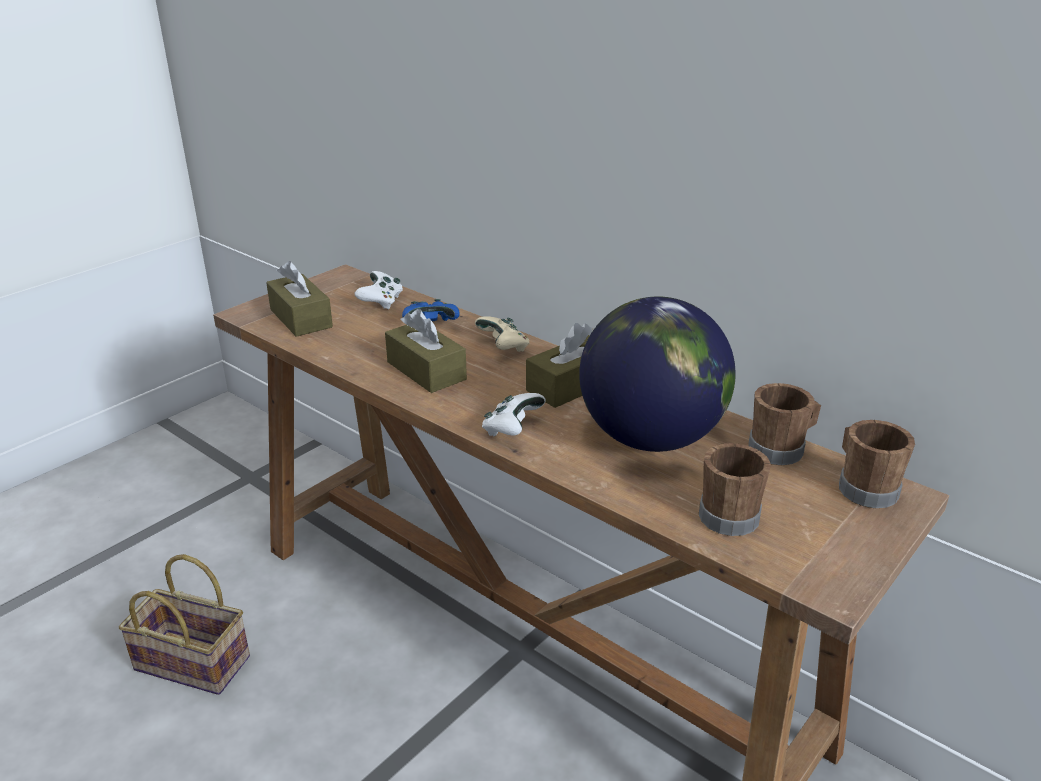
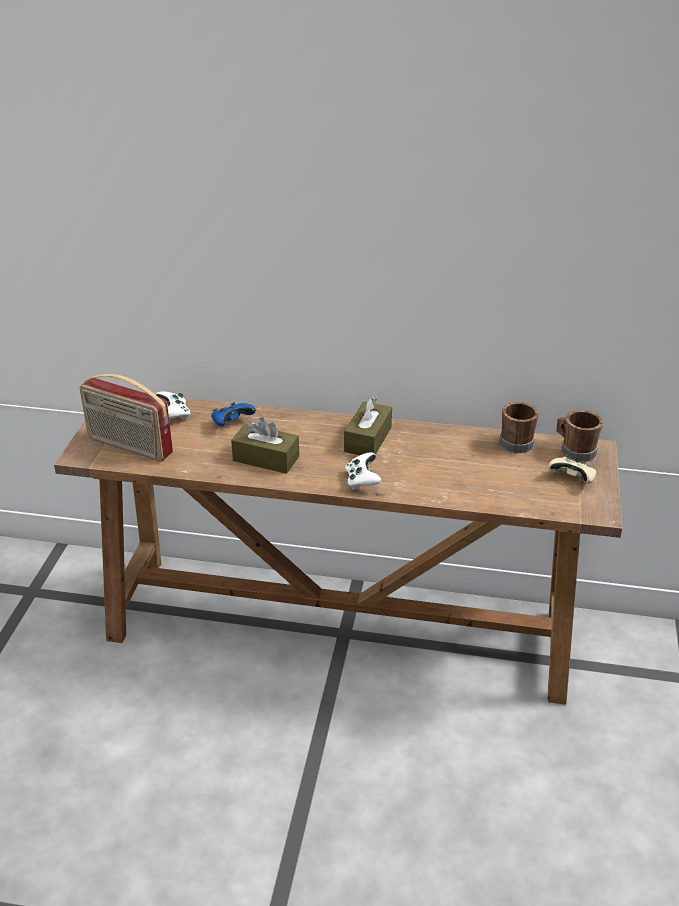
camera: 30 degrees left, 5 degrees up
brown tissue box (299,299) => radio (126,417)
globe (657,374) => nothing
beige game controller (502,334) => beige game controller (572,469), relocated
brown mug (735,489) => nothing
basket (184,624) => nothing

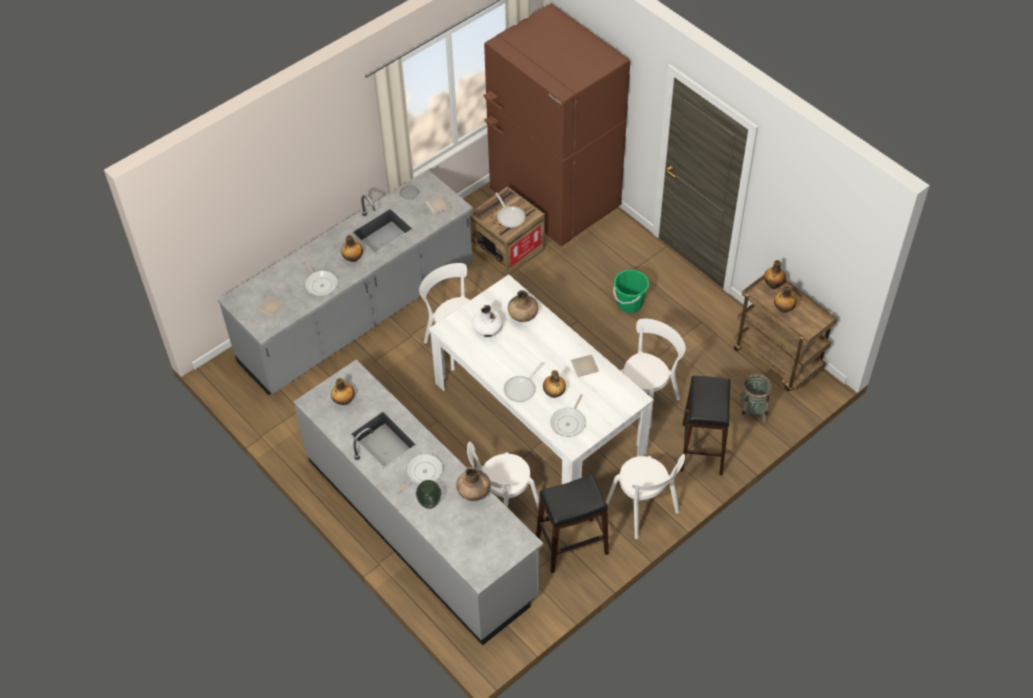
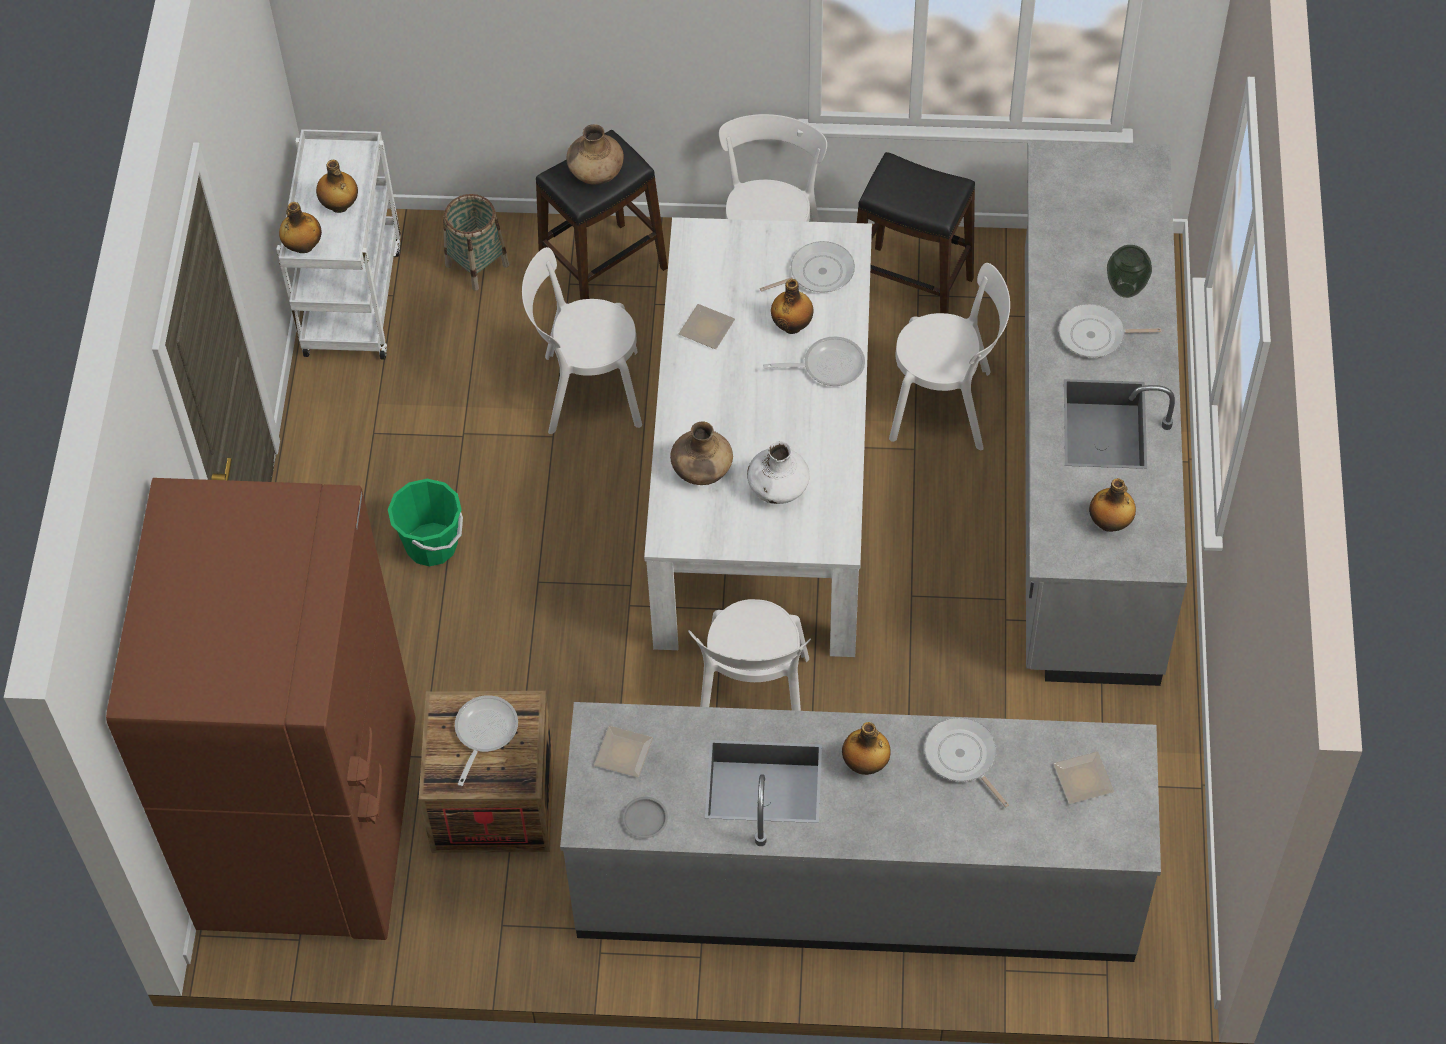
camera: 135 degrees left, 5 degrees up
frying pan (321,279) => frying pan (966,762), 45 degrees counterclockwise
brown cart (785,333) => white cart (338,244)
brown vase (473,484) => brown vase (595,154), relocated

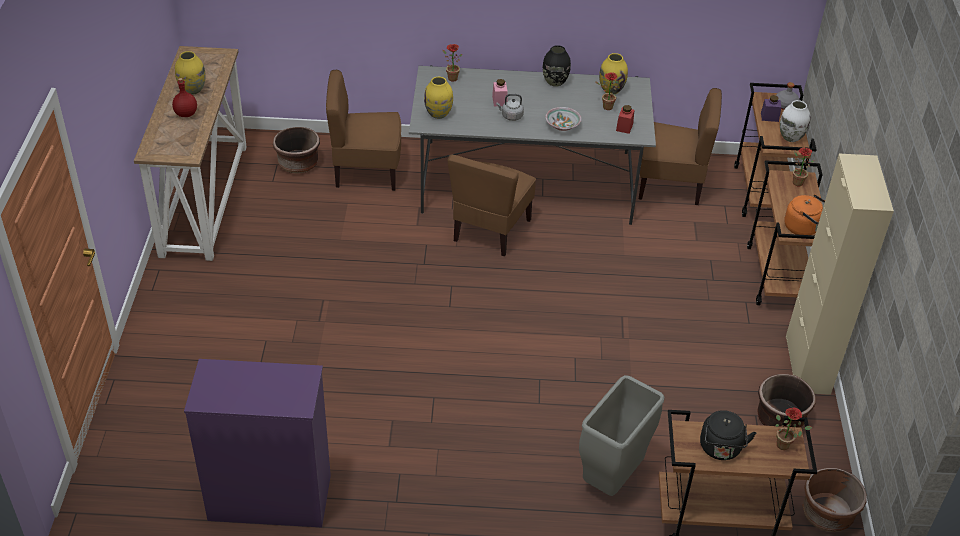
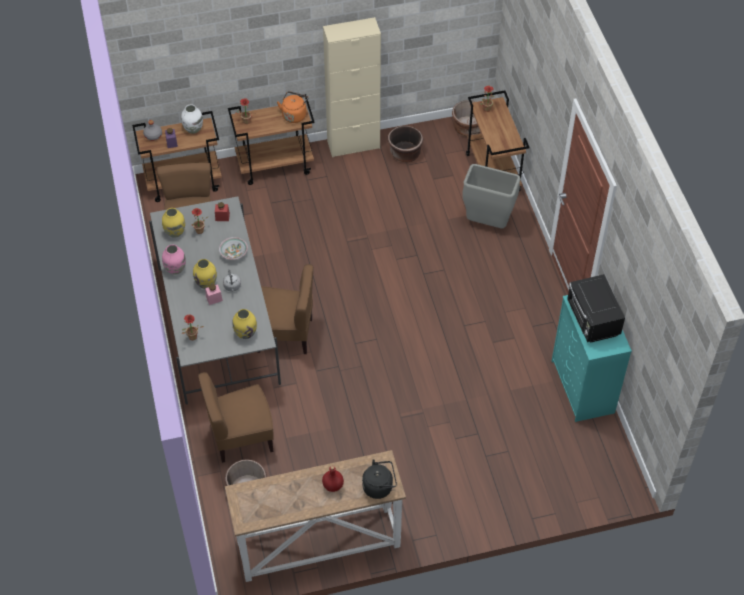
camera: 105 degrees left, 10 degrees up
black vase (557,66) => pink vase (174,259)
yellow vase (190,73) => yellow vase (205,274), relocated
brown chair (363,130) => brown chair (236,417), 90 degrees clockwise
purple dresser (257,443) => turquoise dresser (592,358)
black kettle (728,435) => black kettle (379,479), relocated
nothing => black microwave (596,308)

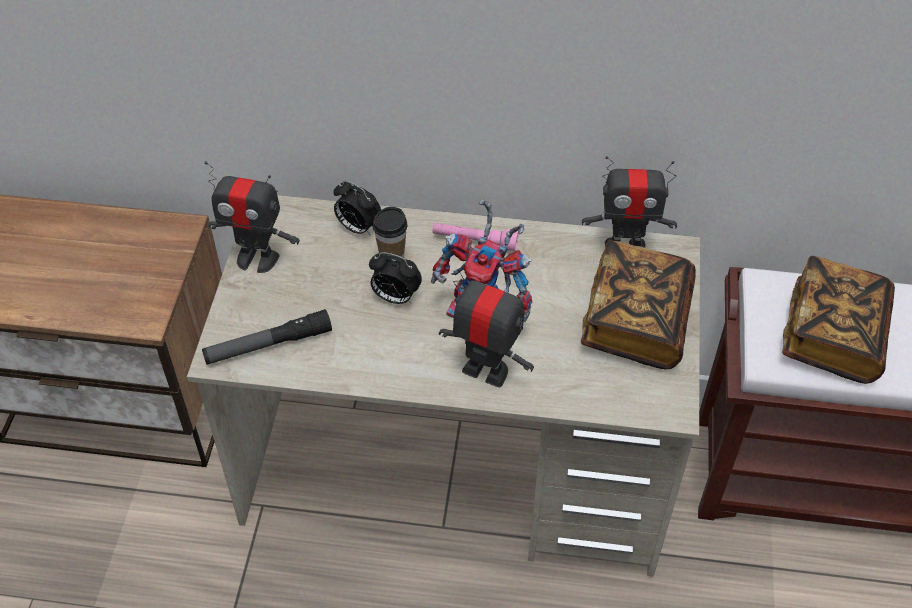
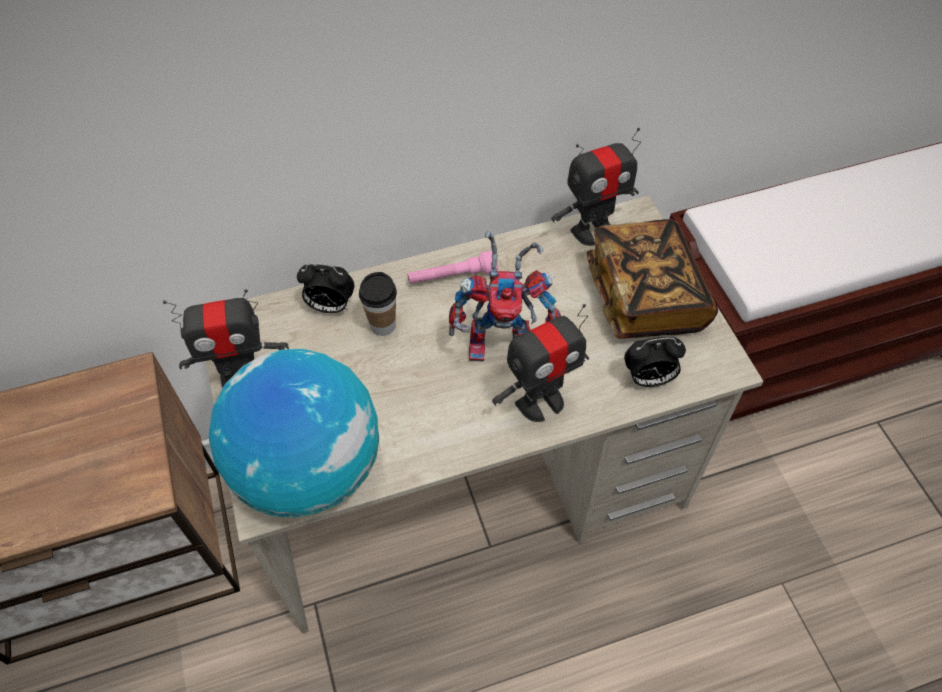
camera: 25 degrees left, 5 degrees up
alarm clock (395,278) => alarm clock (655,362), relocated
book (838,320) => nothing
toy robot (486,328) => toy robot (540,363), 150 degrees clockwise
flashlight (267,336) => globe (294,433)

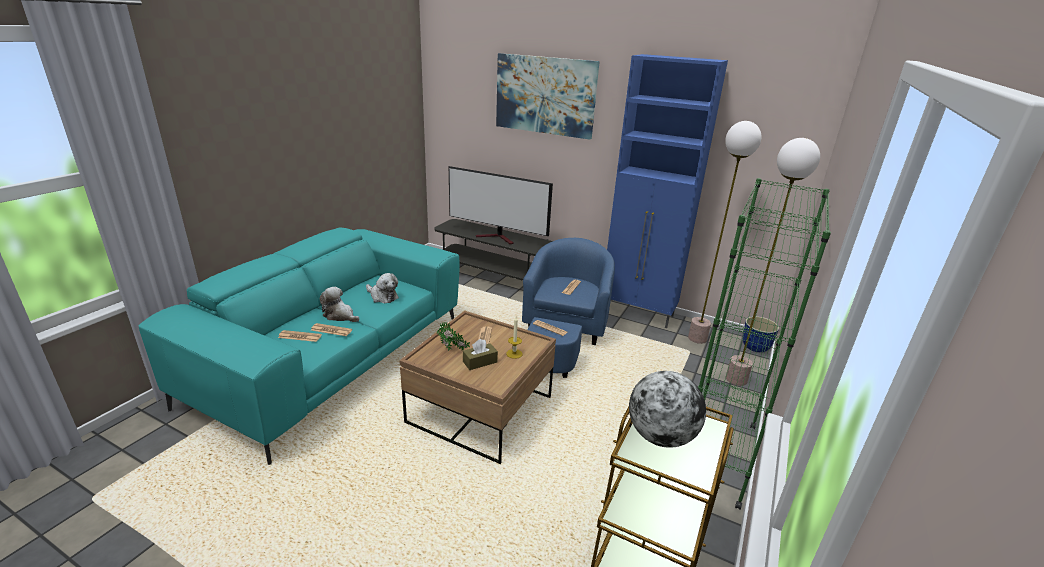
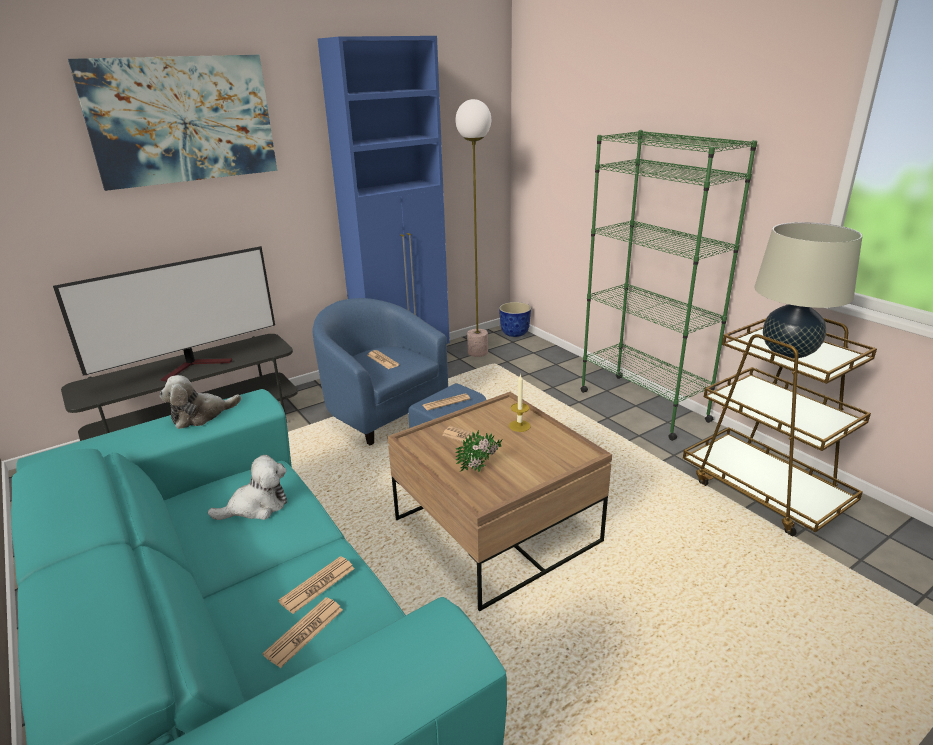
camera: 60 degrees left, 0 degrees up
floor lamp (773,262) => nothing
plush toy (339,304) => plush toy (200,402), relocated
brown tissue box (480,354) => nothing
globe (667,409) => beige table lamp (808,290)

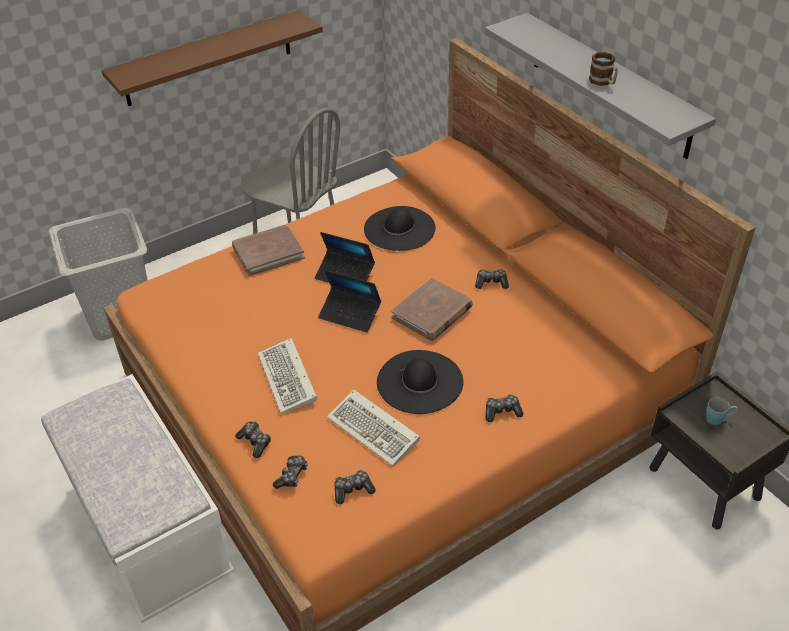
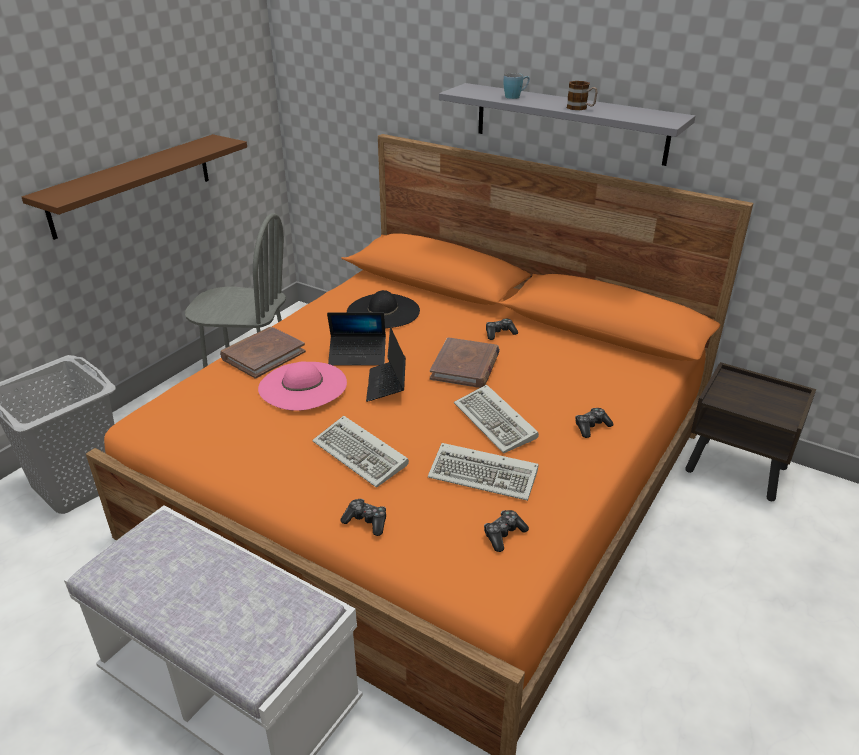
camera: 25 degrees left, 10 degrees down
laptop (349,301) => laptop (386,364), 90 degrees clockwise
black hat (420,382) => keyboard (496,419)
blue mug (721,411) => blue mug (517,86), relocated
game controller (290,472) => nothing
nothing => pink hat (302,386)

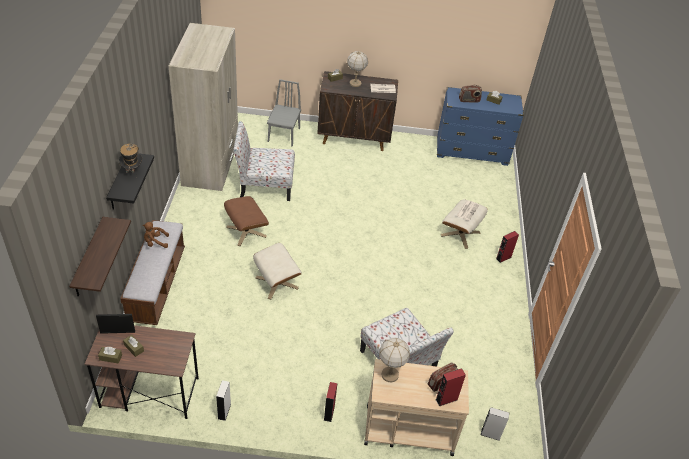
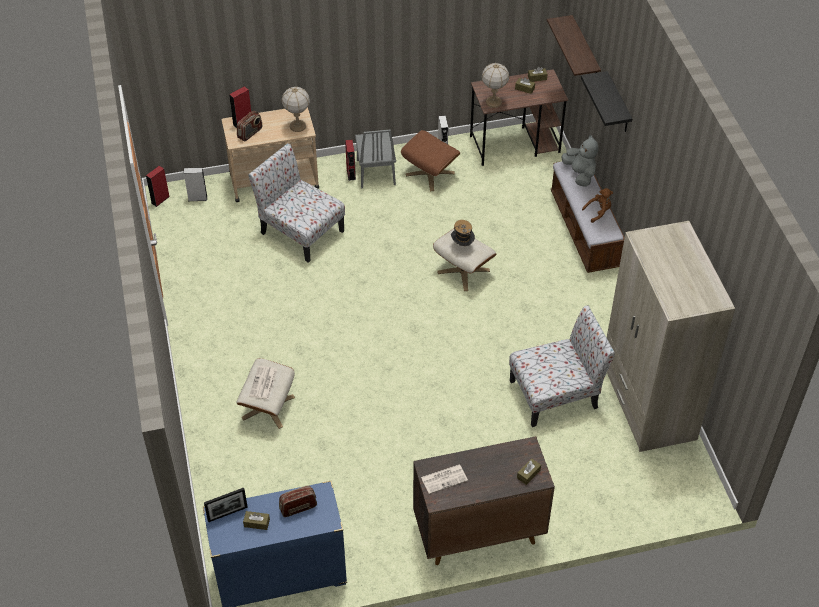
camera: 165 degrees right, 5 degrees up
table lamp (357,69) => table lamp (495,85), relocated
grey chair (284,113) => grey chair (375,159), relocated
hat (130,160) => hat (463,233), relocated
brown ottoman (246,221) => brown ottoman (430,160), relocated
red speaker (507,247) => red speaker (158,186), relocated
picture frame (115,324) => picture frame (226,505), relocated
nothing => grey plush toy (579,161)

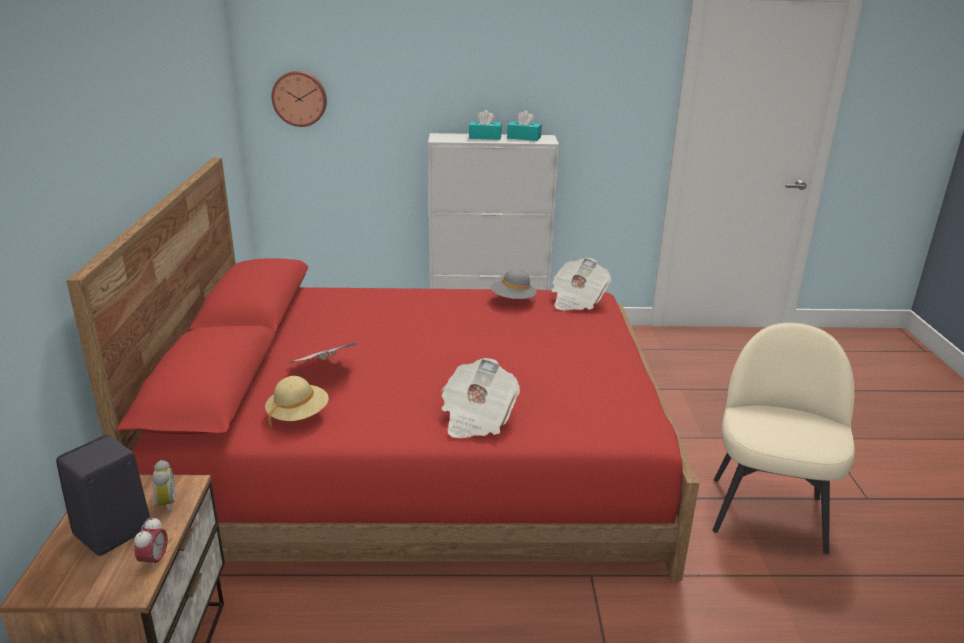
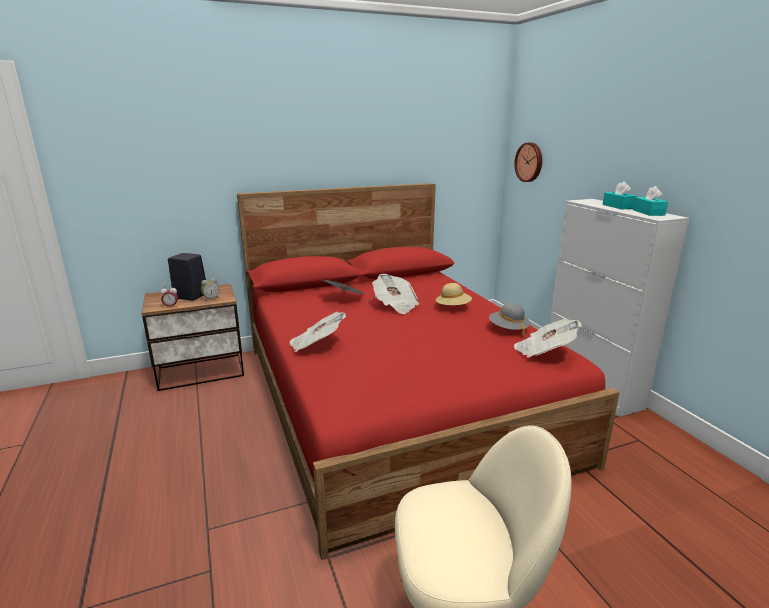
camera: 70 degrees right, 5 degrees down
beige hat (297,401) => beige hat (454,294), relocated
nothing => newspaper (395,294)

